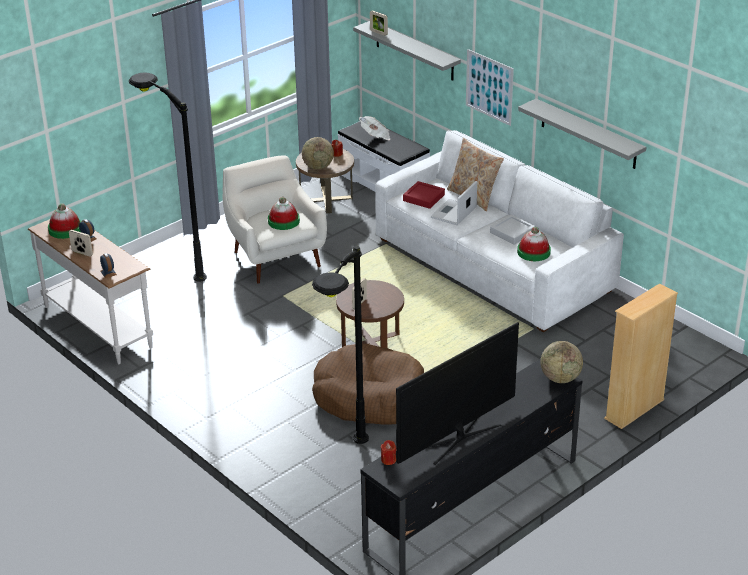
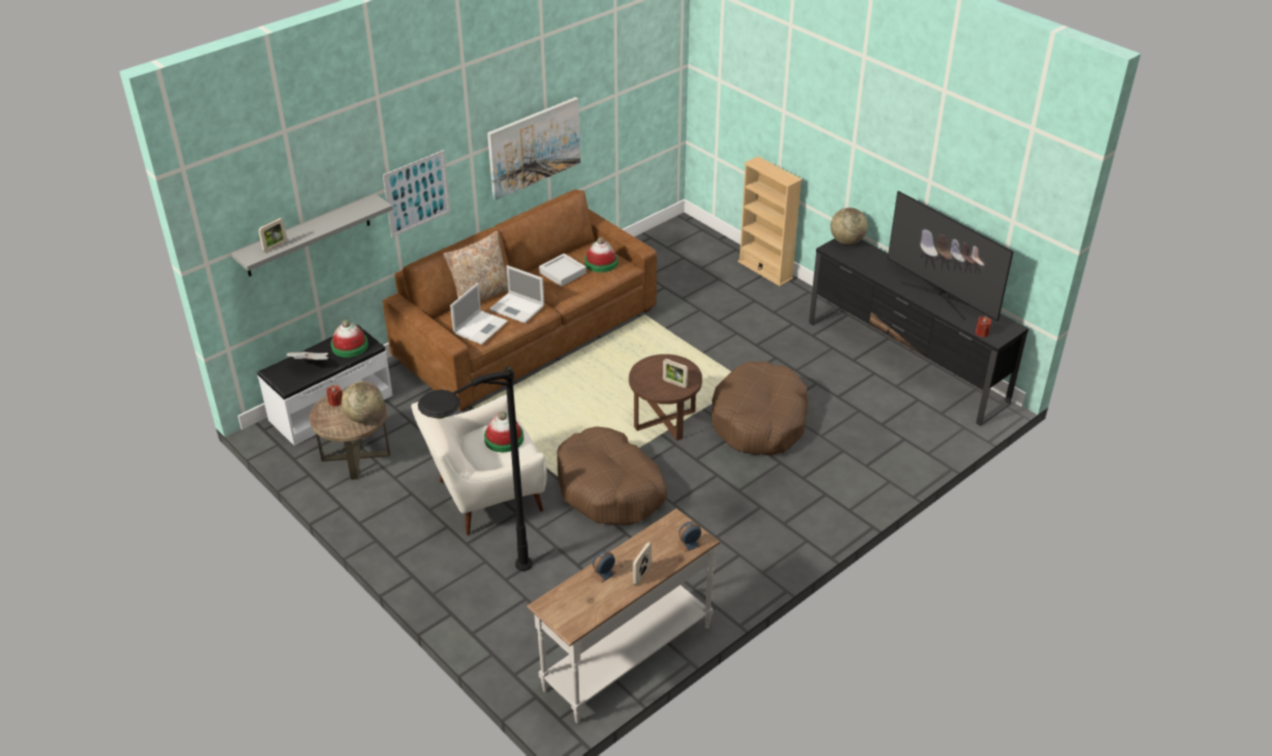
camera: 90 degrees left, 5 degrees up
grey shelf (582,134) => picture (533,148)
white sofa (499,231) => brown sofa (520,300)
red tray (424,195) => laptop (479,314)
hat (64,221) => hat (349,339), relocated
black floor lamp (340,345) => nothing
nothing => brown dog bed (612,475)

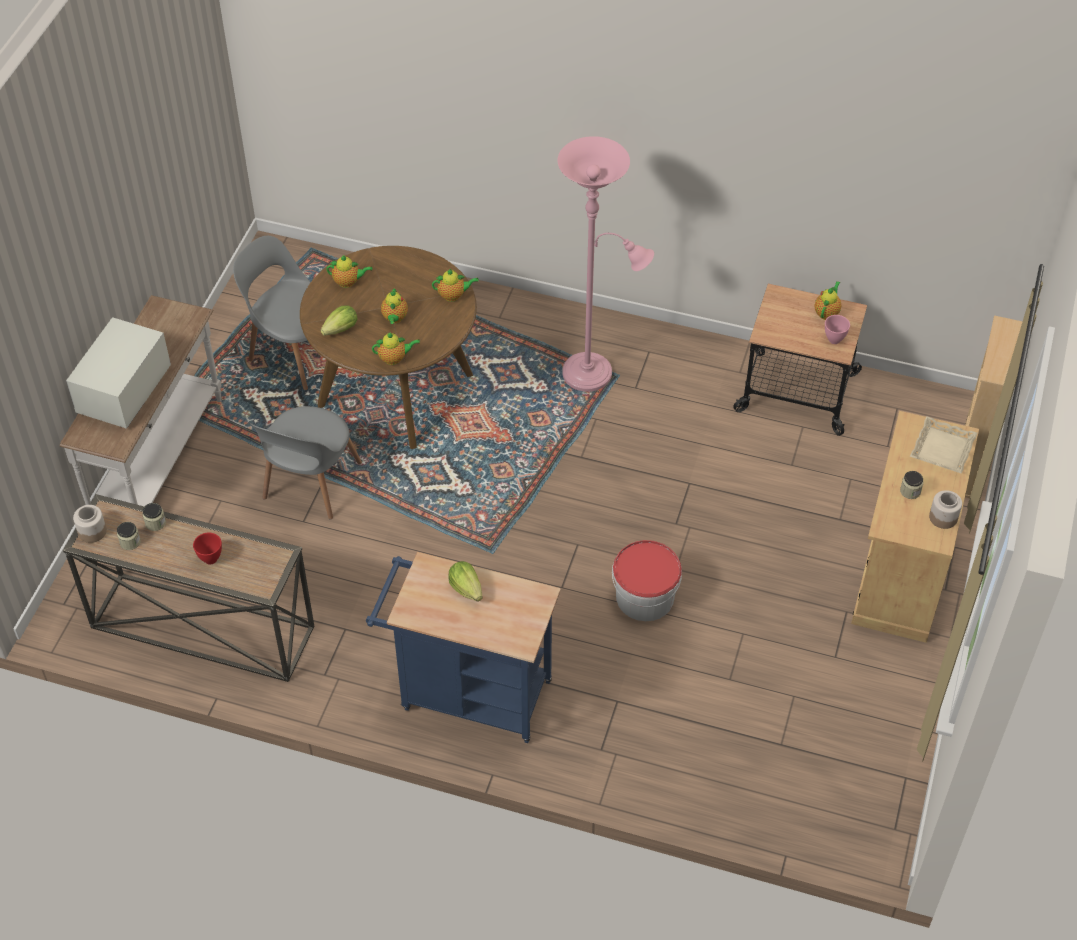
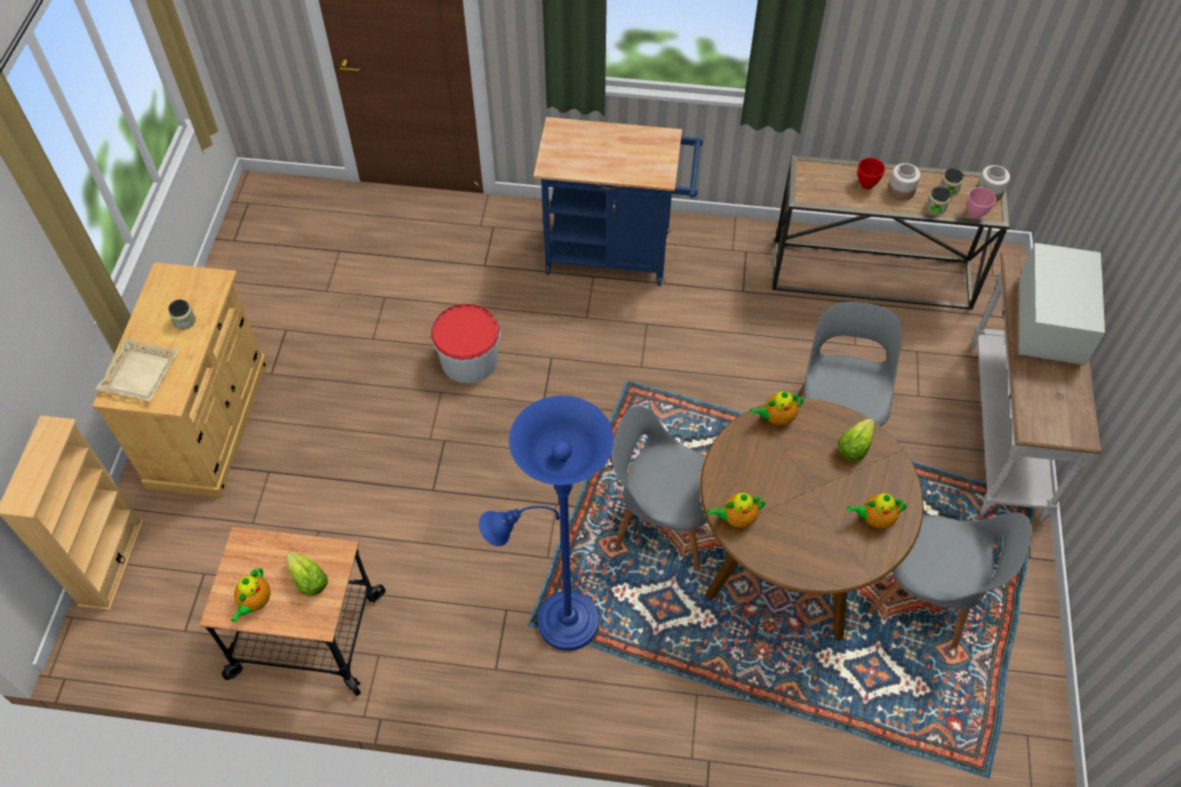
camera: 170 degrees right, 5 degrees up
pink floor lamp (605,264) => blue floor lamp (546,523)
teapot (394,306) => nothing
pink bowl (837,329) => pink bowl (981,203), relocated
jar (945,509) => jar (904,182), relocated
lettuce (465,581) => lettuce (307,574), relocated
nothing => grey chair (659,487)

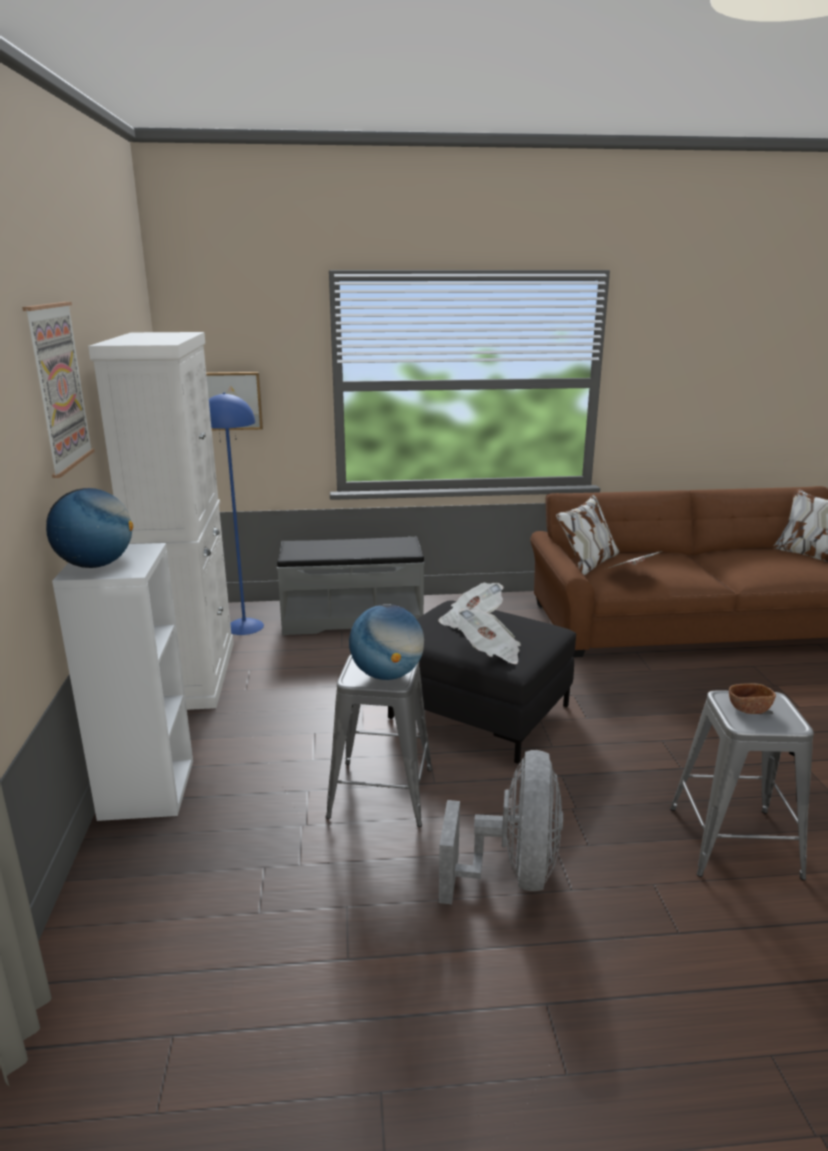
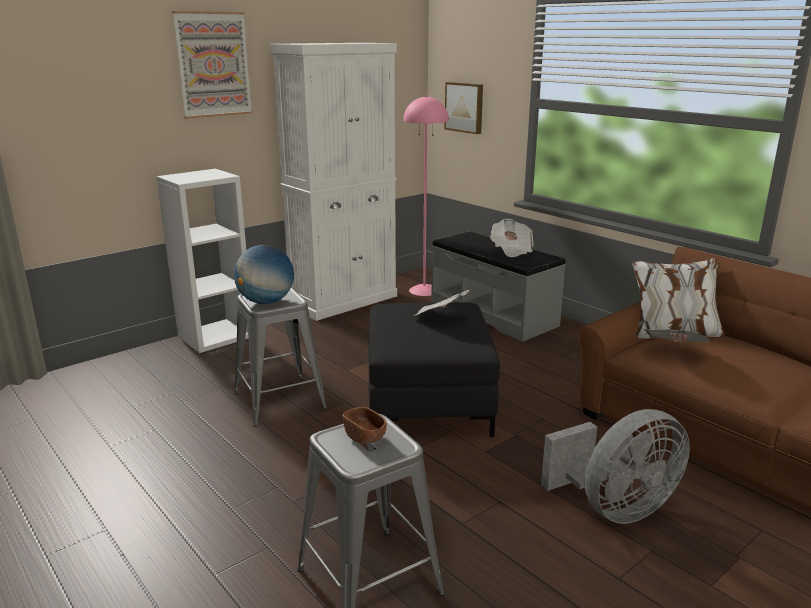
camera: 55 degrees right, 0 degrees up
blue floor lamp (236,513) => pink floor lamp (426,195)
globe (89,528) => nothing
newspaper (489,636) => newspaper (512,238), relocated
grey fan (501,827) => grey fan (615,466), relocated

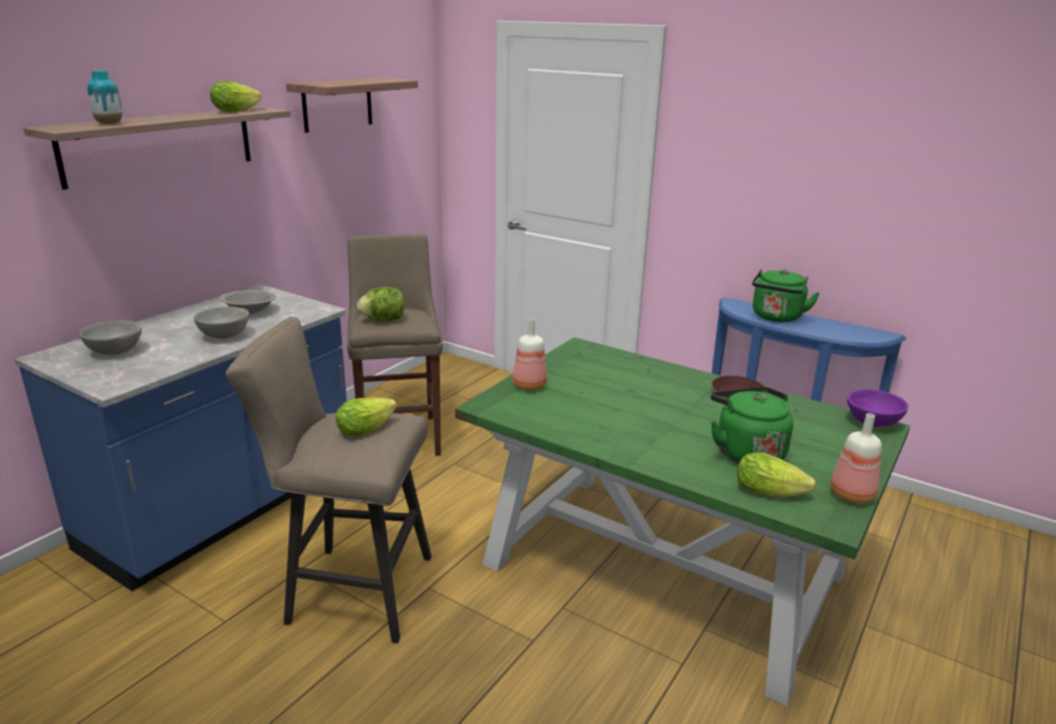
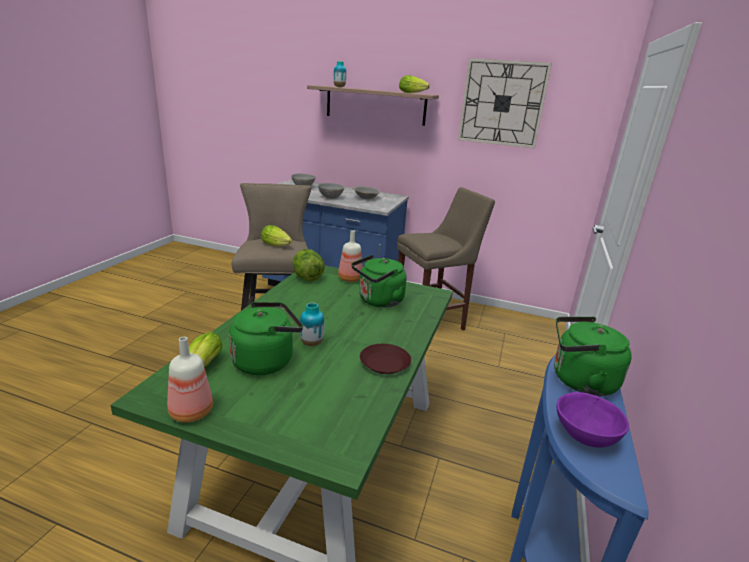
camera: 75 degrees right, 0 degrees up
shelf (352,105) => wall clock (505,103)
lettuce (380,304) => lettuce (308,265), relocated
purple bowl (877,408) => purple bowl (593,419), relocated
nothing => green kettle (379,281)
nothing => vase (312,324)

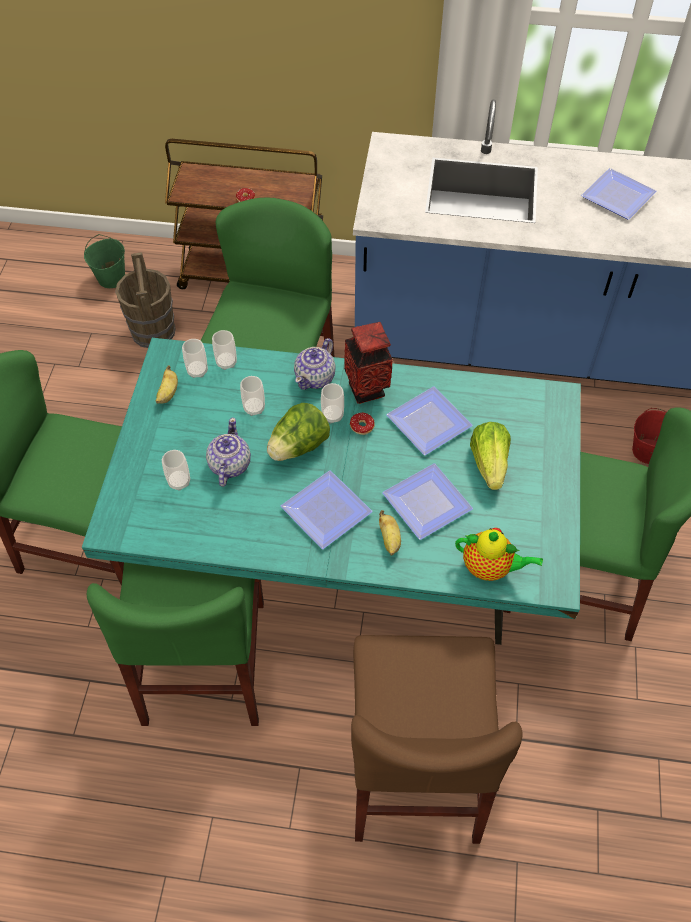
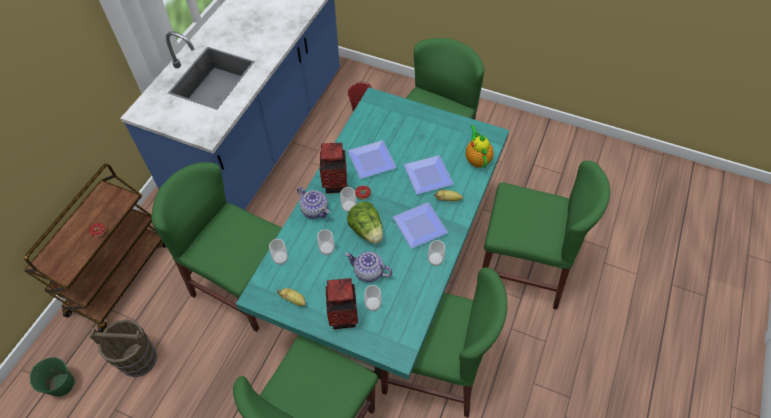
camera: 75 degrees left, 0 degrees up
plate (619,193) => nothing
cup (195,358) => cup (436,253), relocated
lettuce (490,456) => nothing
teapot (499,554) => teapot (479,146), 45 degrees counterclockwise
brown chair (437,739) => green chair (546,234)
nothing => vase (342,303)

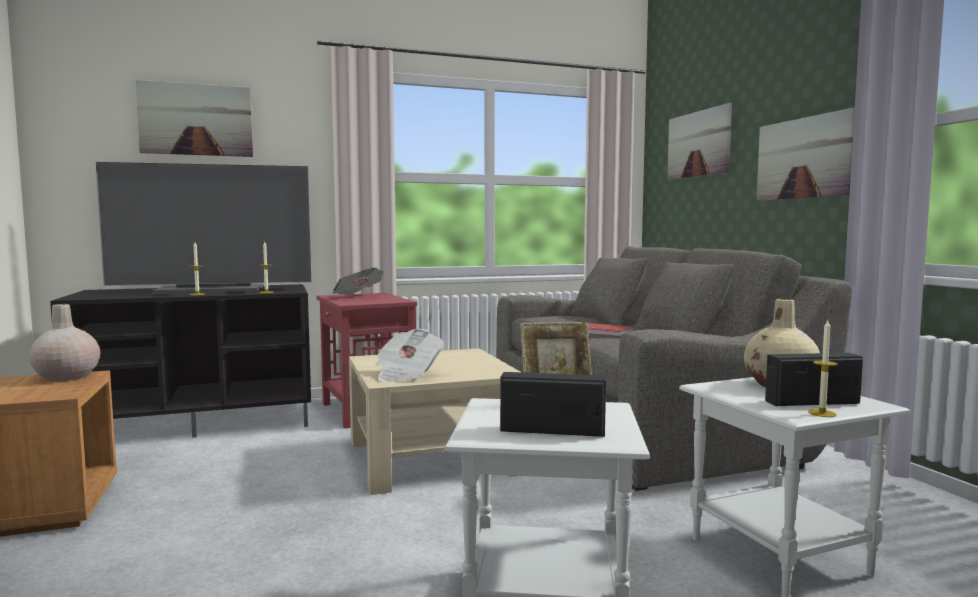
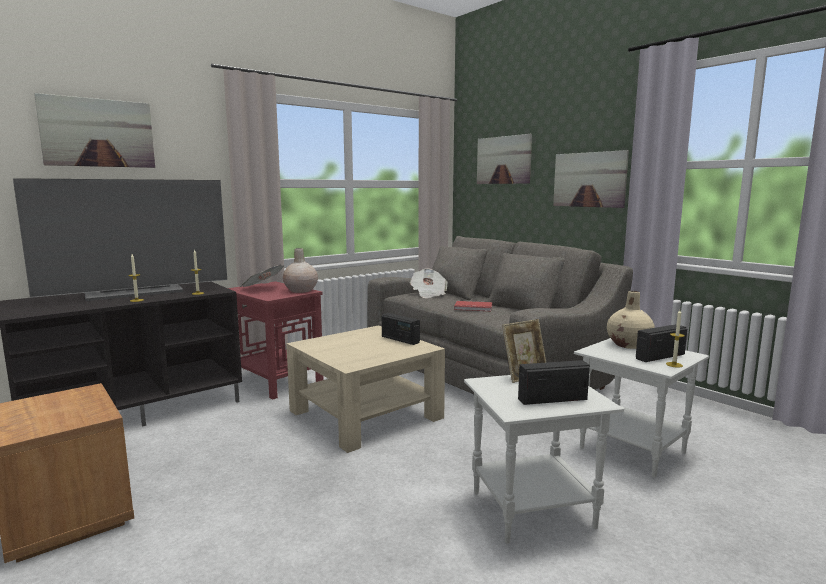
camera: 20 degrees left, 5 degrees up
beige vase (64,342) => beige vase (300,270), relocated
newspaper (410,355) => newspaper (429,283), relocated
nothing => radio (401,329)

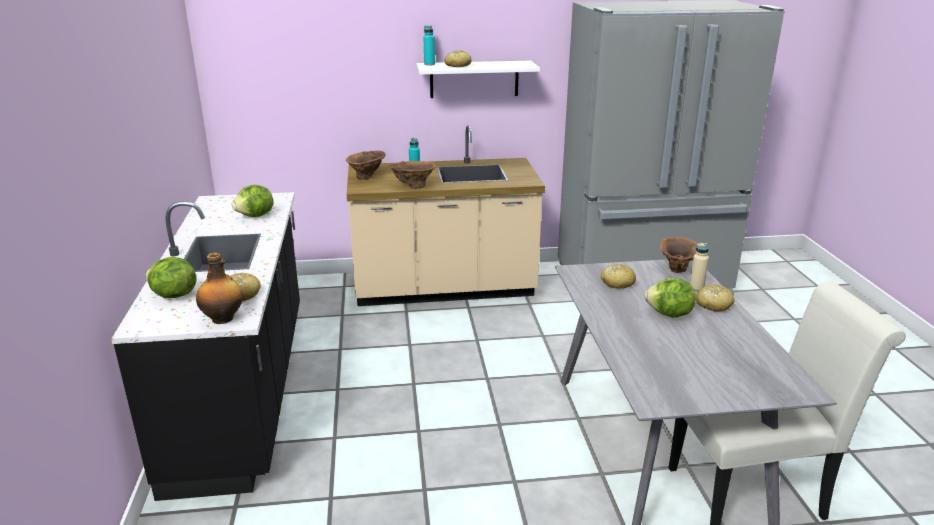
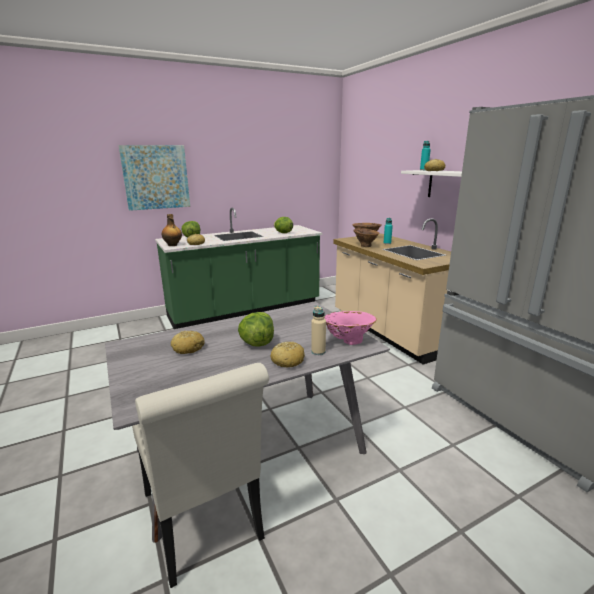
camera: 70 degrees right, 5 degrees down
black counter (205,346) => green counter (238,268)
brown vase (678,255) => pink vase (350,328)
bread (618,276) => bread (188,342), relocated
nothing => picture (154,178)

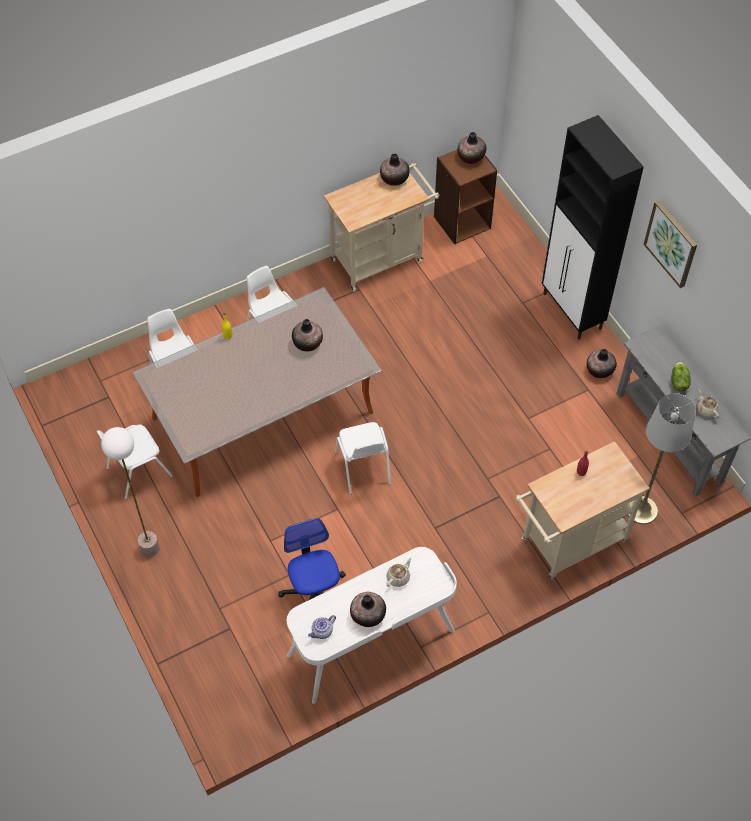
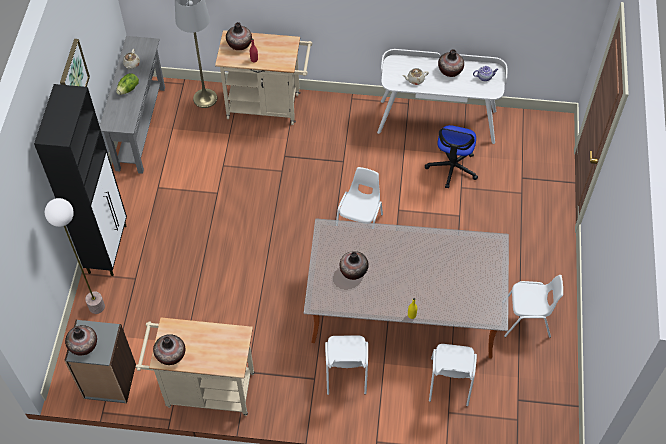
camera: 145 degrees left, 0 degrees up
brown bookcase (465,197) => grey bookcase (100,361)
vase (602,363) => vase (239,36), relocated
floor lamp (130,492) => floor lamp (75,256), relocated

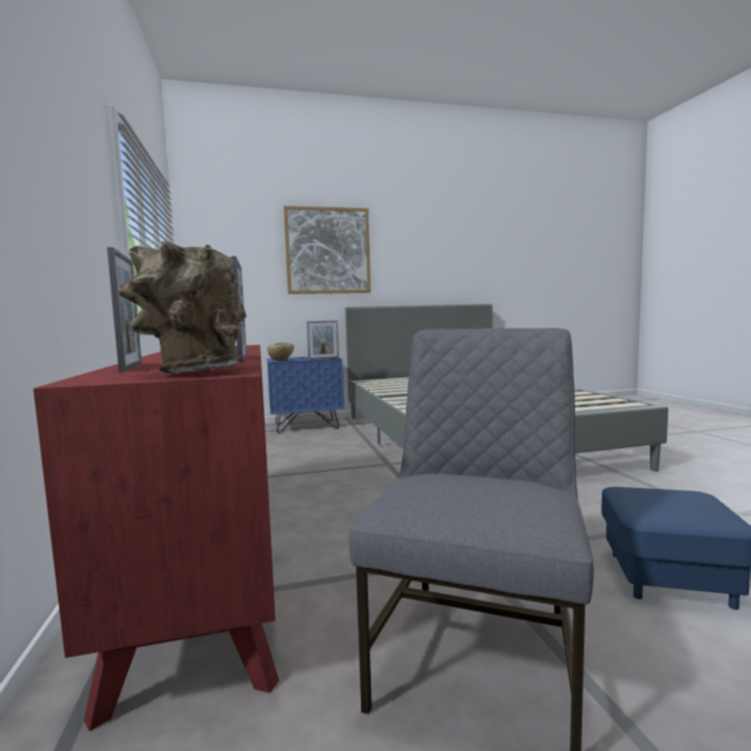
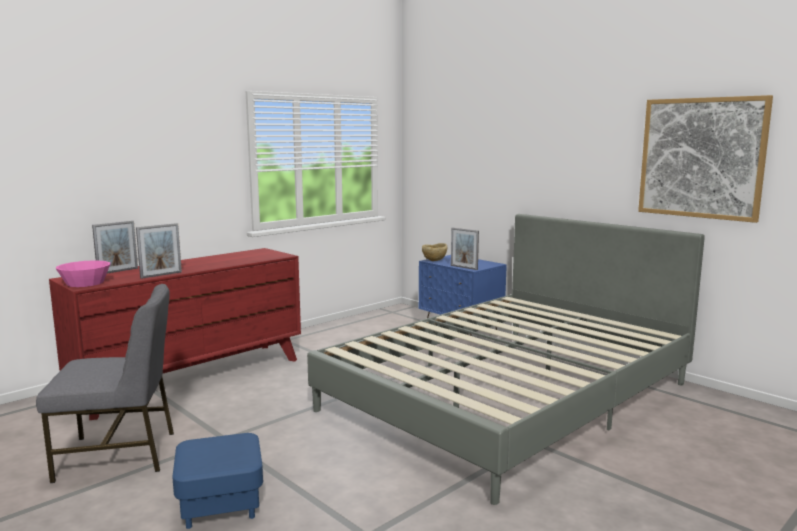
camera: 60 degrees right, 5 degrees up
picture (327,250) => picture (705,159), relocated
brown vase (182,307) => pink bowl (83,273)

